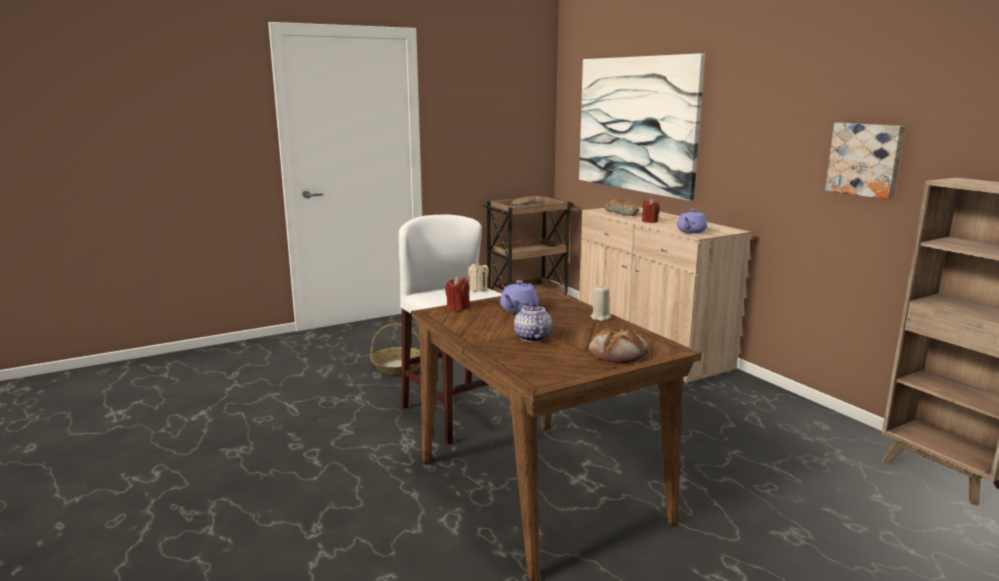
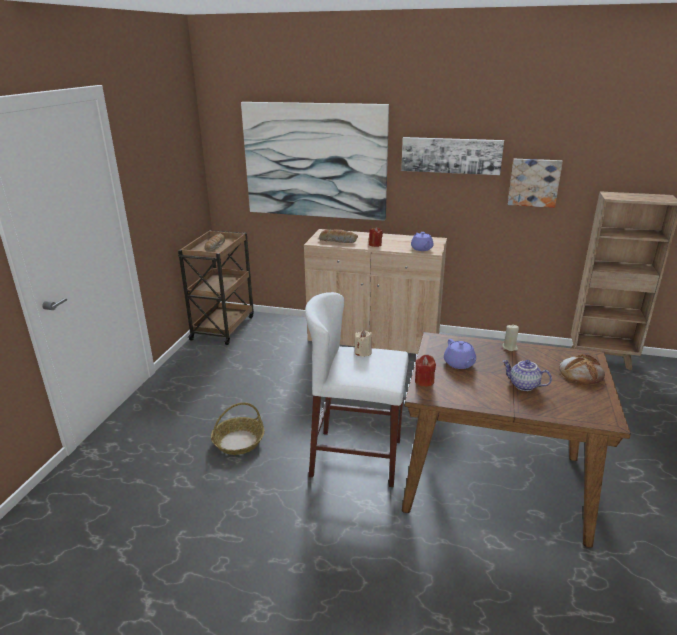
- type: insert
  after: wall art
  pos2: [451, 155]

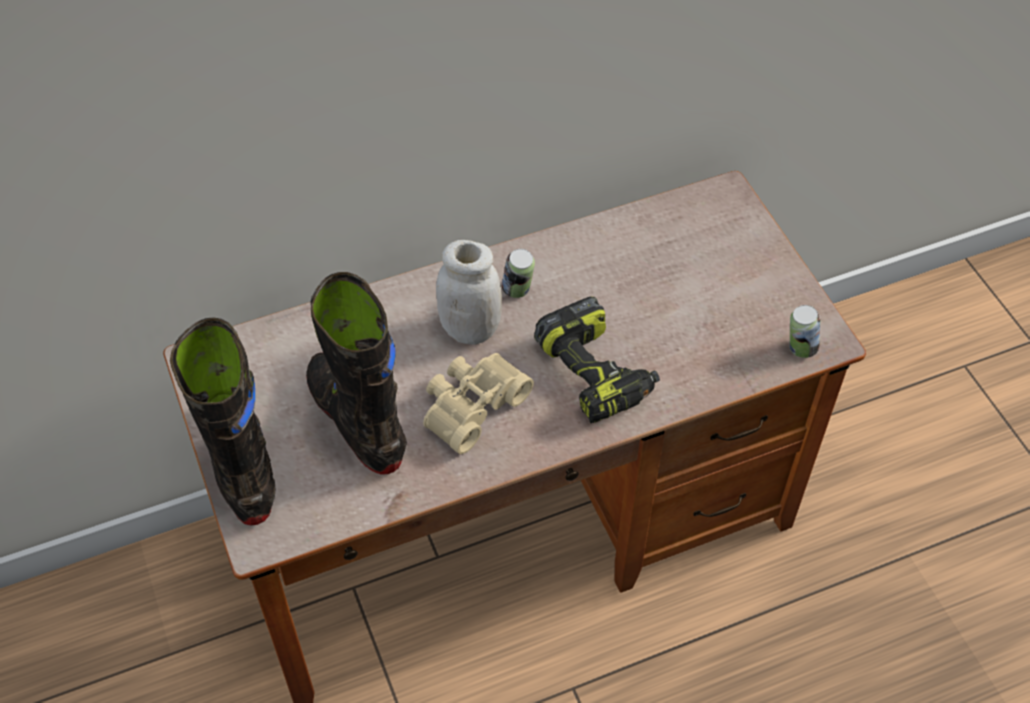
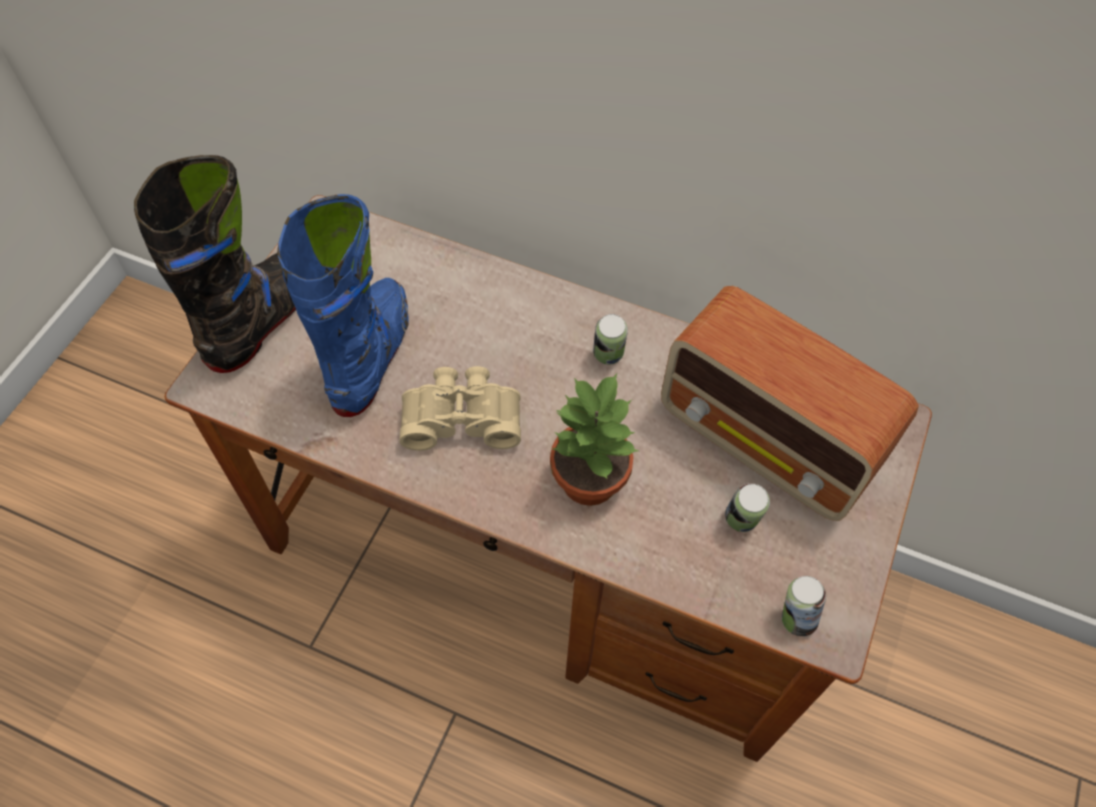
- type: recolor
  before: black-coloured tall boot
  after: blue-coloured tall boot
  pos1: [358, 421]
  pos2: [371, 356]
- type: replace
  before: electric drill
  after: plant in a pot
  pos1: [597, 373]
  pos2: [589, 478]
- type: insert
  after: radio
  pos2: [768, 441]
- type: insert
  after: metal can
  pos2: [741, 521]
- type: delete
  before: white storage jar
  pos1: [470, 329]

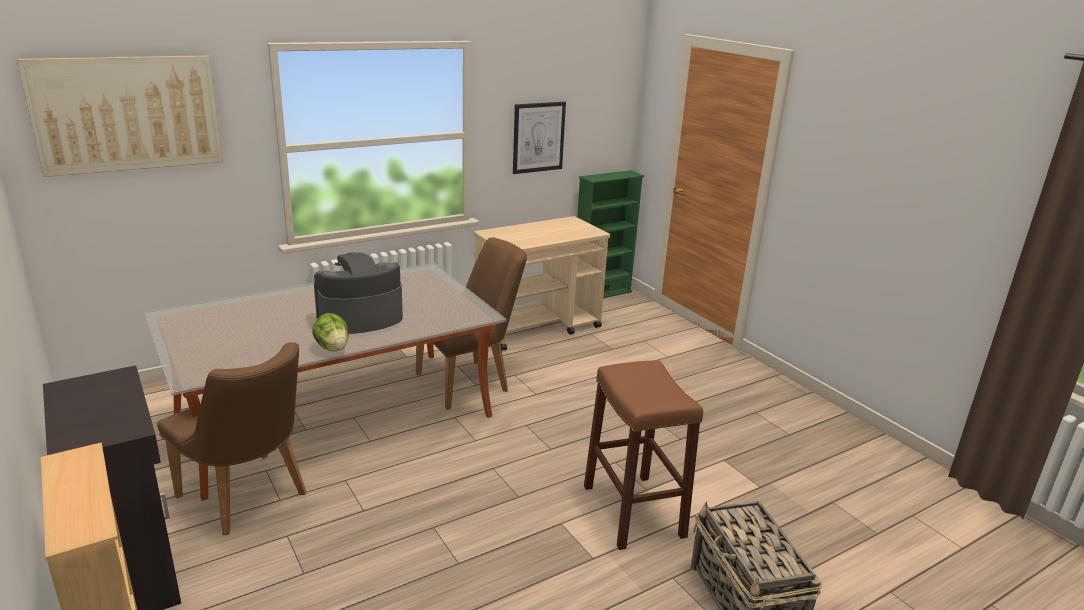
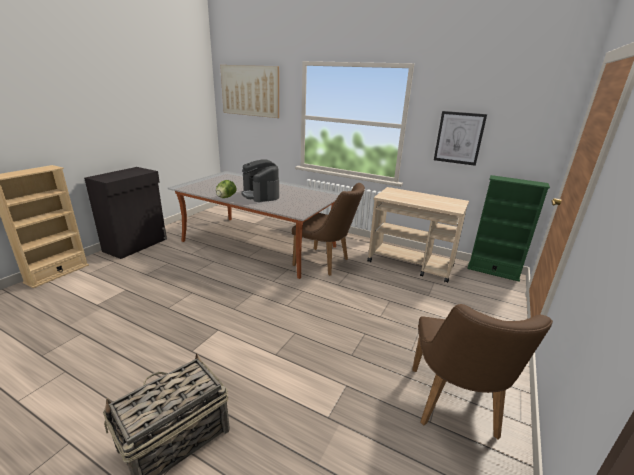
- type: rotate
  before: coffee maker
  pos1: [359, 318]
  pos2: [261, 195]
  turn: -150
- type: move
  before: brown-coloured upright chair
  pos1: [250, 499]
  pos2: [455, 408]
- type: delete
  before: brown-coloured stool seat
  pos1: [633, 511]

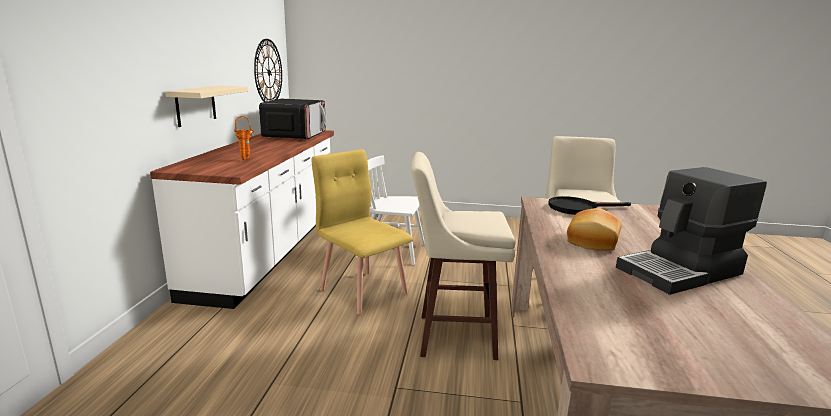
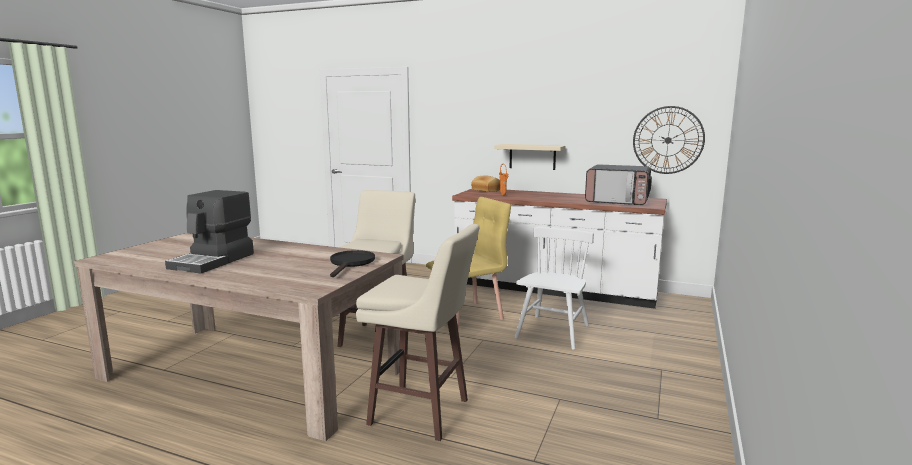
- type: rotate
  before: coffee maker
  pos1: [681, 271]
  pos2: [214, 261]
  turn: -150
- type: move
  before: bakery bread
  pos1: [594, 241]
  pos2: [485, 190]

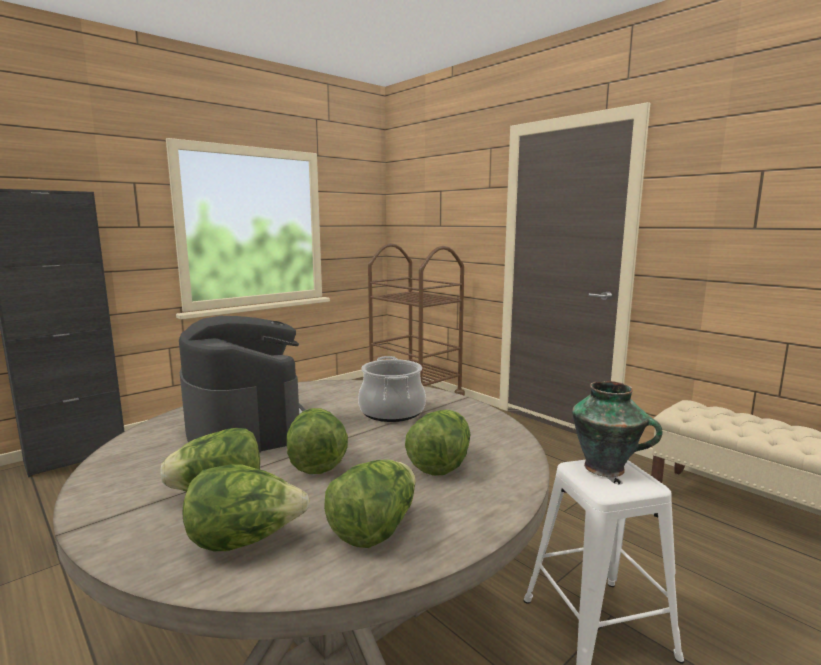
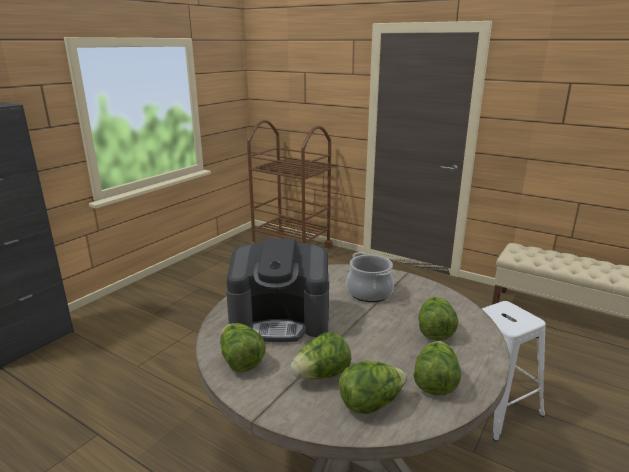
- type: move
  before: lettuce
  pos1: [316, 462]
  pos2: [240, 361]
- type: rotate
  before: coffee maker
  pos1: [245, 426]
  pos2: [281, 319]
  turn: 135
- type: delete
  before: decorative vase
  pos1: [606, 469]

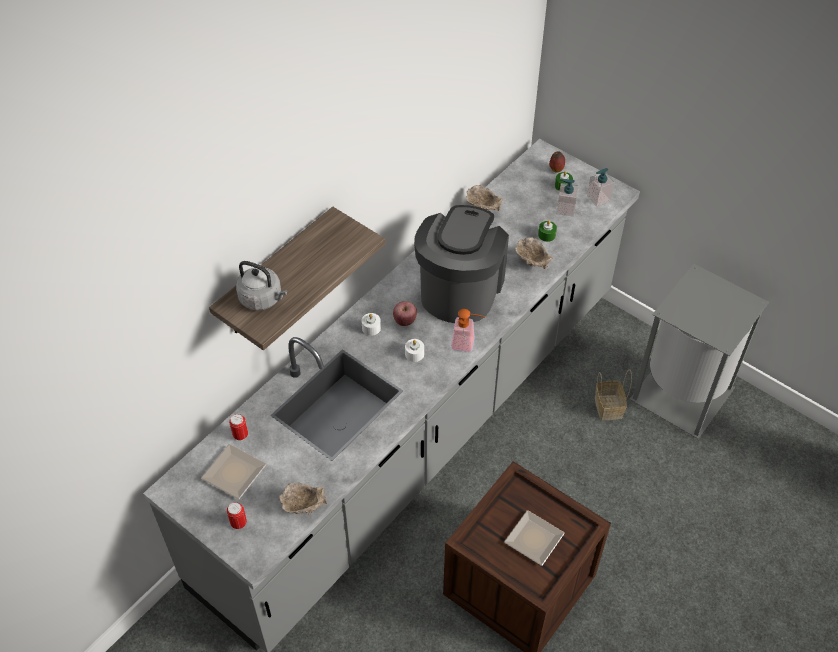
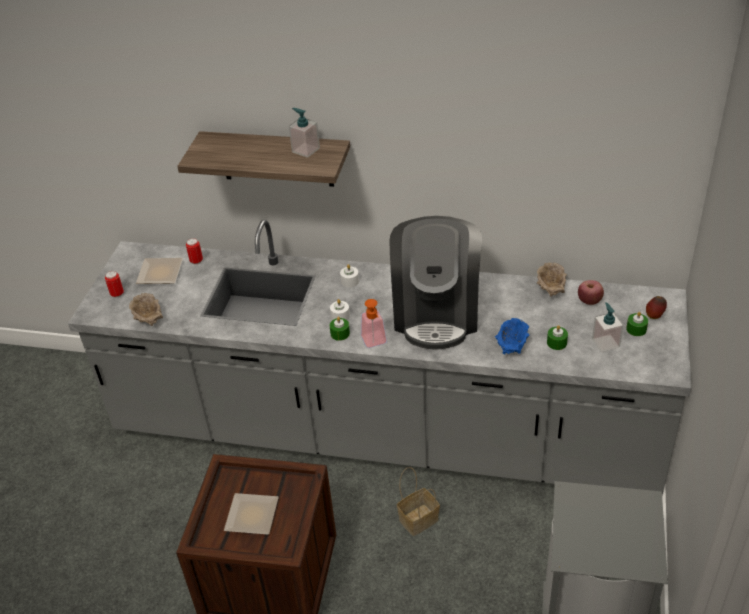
- type: move
  before: soap dispenser
  pos1: [598, 198]
  pos2: [305, 150]
- type: insert
  after: greenish candle
  pos2: [340, 333]
- type: rotate
  before: coffee maker
  pos1: [460, 289]
  pos2: [436, 313]
  turn: 105
- type: move
  before: storage basket
  pos1: [607, 406]
  pos2: [419, 519]
- type: recolor
  before: beige-coloured deep dish
  after: blue-coloured deep dish
  pos1: [532, 262]
  pos2: [511, 346]
- type: move
  before: apple
  pos1: [405, 321]
  pos2: [589, 301]
- type: delete
  before: greyish water kettle
  pos1: [263, 299]

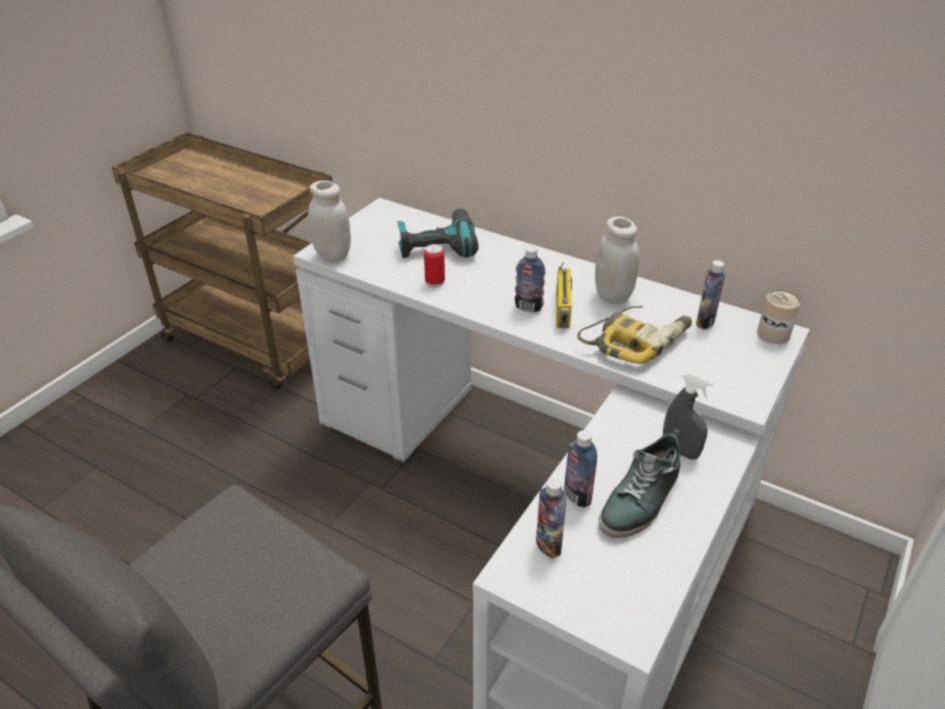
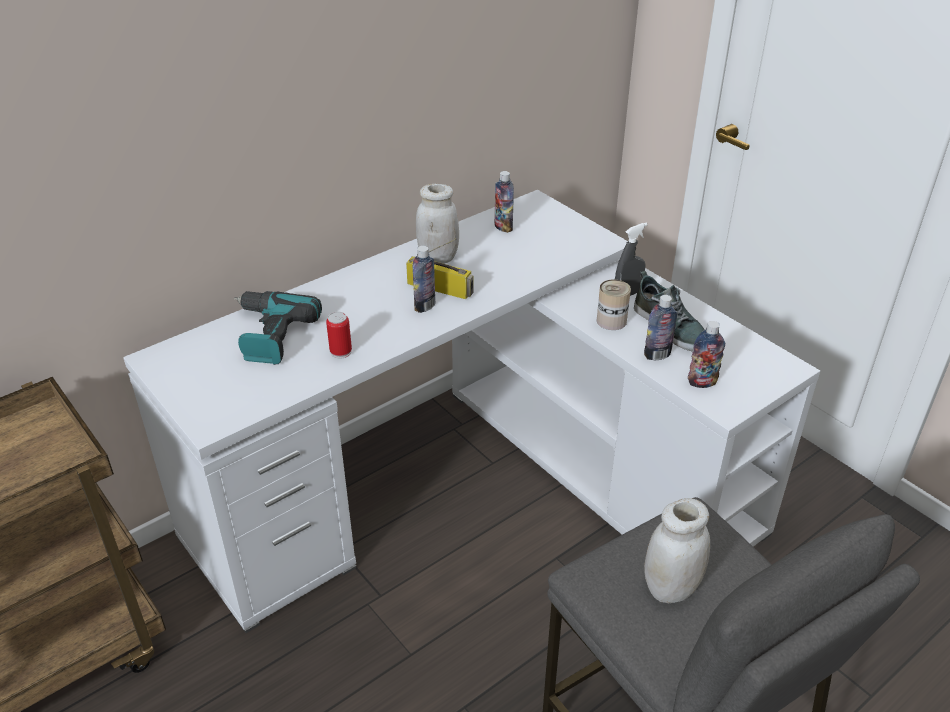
- type: move
  before: metal can
  pos1: [773, 334]
  pos2: [611, 321]
- type: move
  before: white storage jar
  pos1: [332, 255]
  pos2: [671, 588]
- type: delete
  before: electric drill
  pos1: [636, 340]

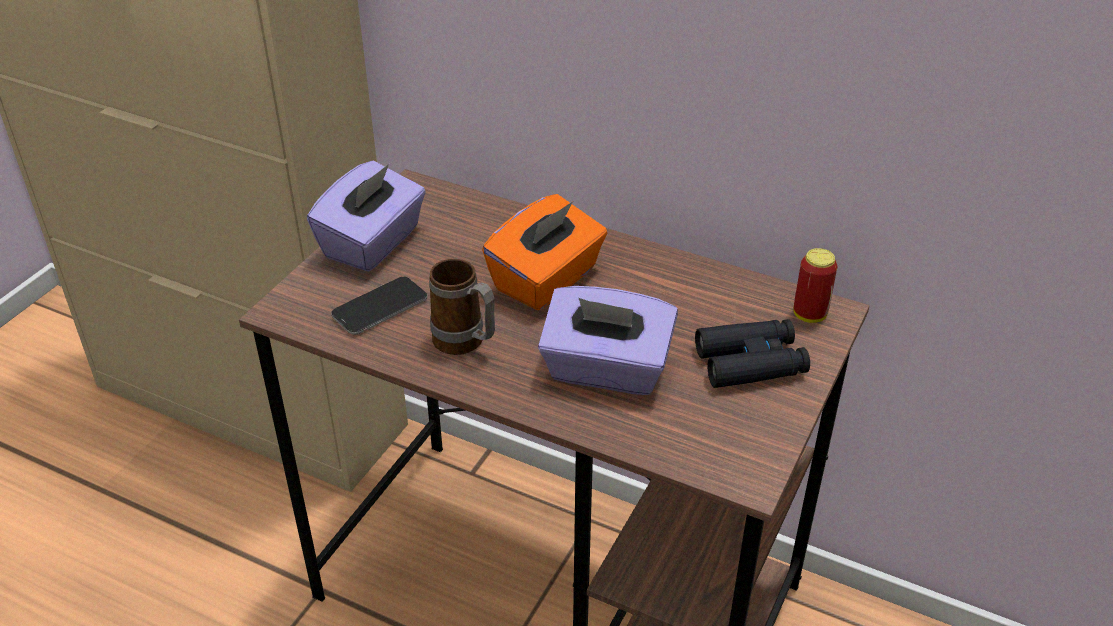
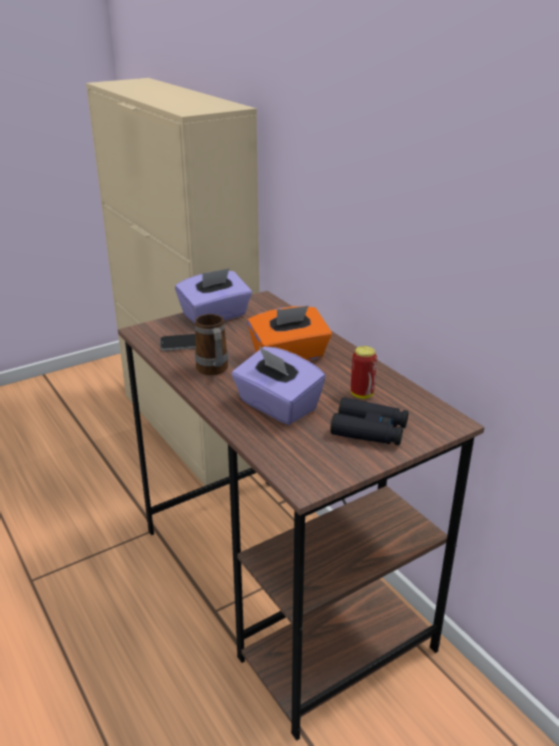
- type: move
  before: metal can
  pos1: [809, 315]
  pos2: [362, 394]

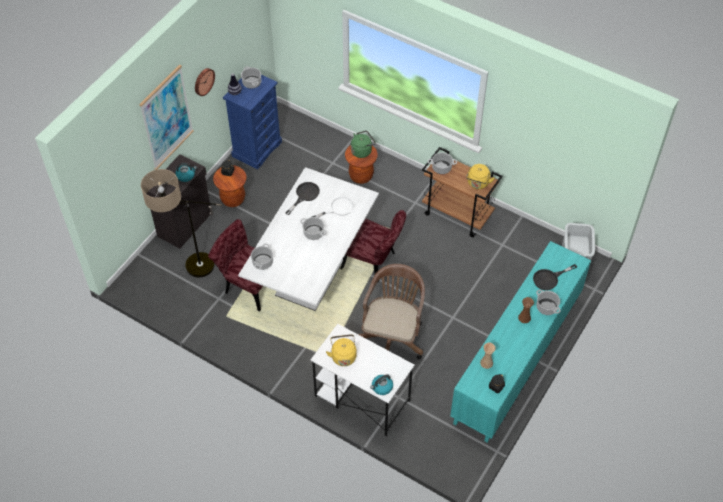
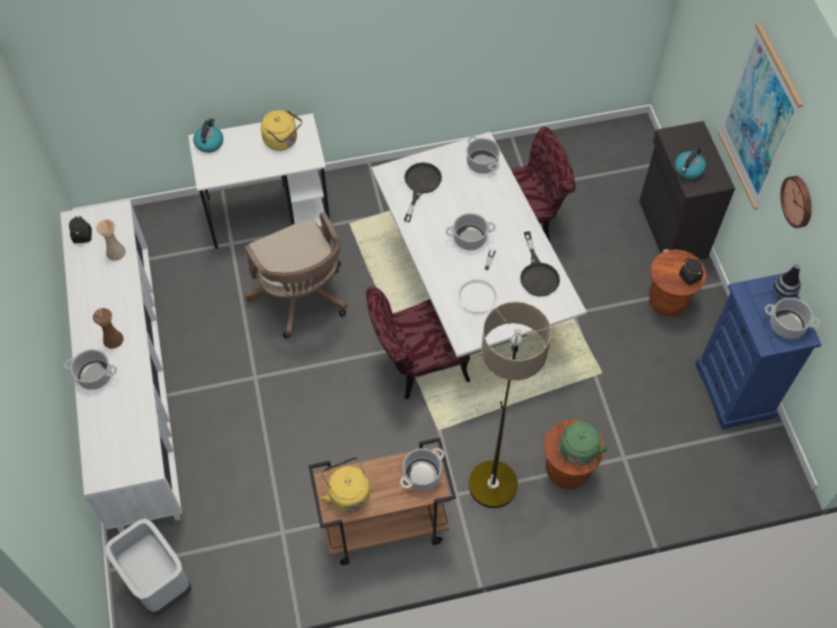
- type: recolor
  before: turquoise-coloured cabinet
  after: white cabinet
  pos1: [517, 359]
  pos2: [133, 389]
- type: move
  before: black-coloured skillet
  pos1: [549, 279]
  pos2: [420, 185]
- type: move
  before: standard lamp
  pos1: [189, 270]
  pos2: [496, 466]

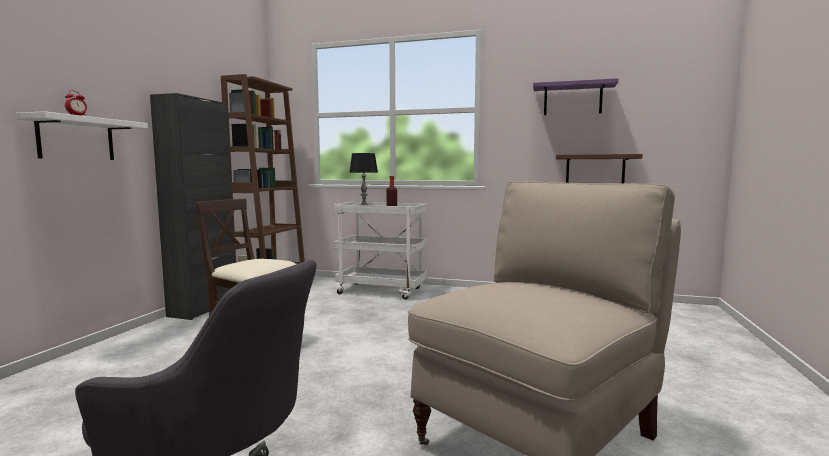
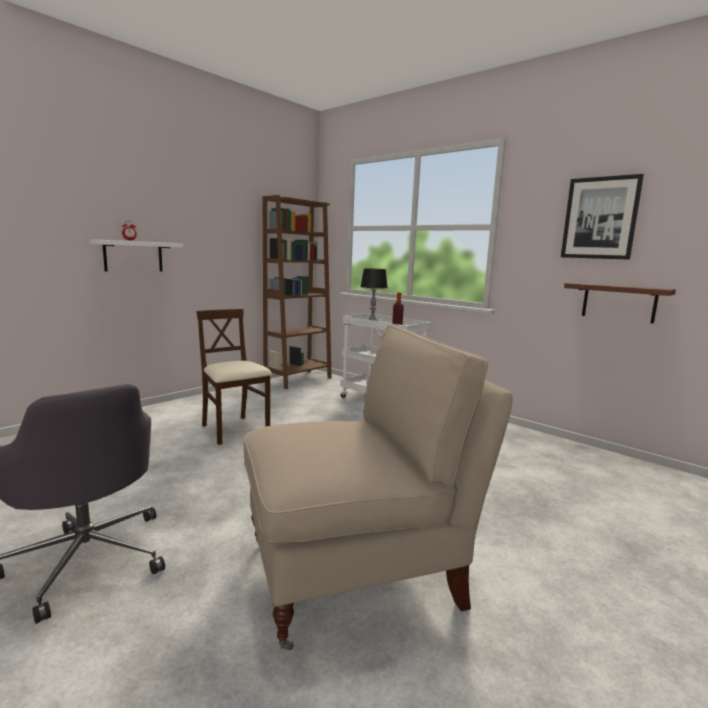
- type: replace
  before: purple wall shelf
  after: wall art
  pos1: [572, 99]
  pos2: [600, 218]
- type: delete
  before: black-coloured cabinet
  pos1: [203, 308]

